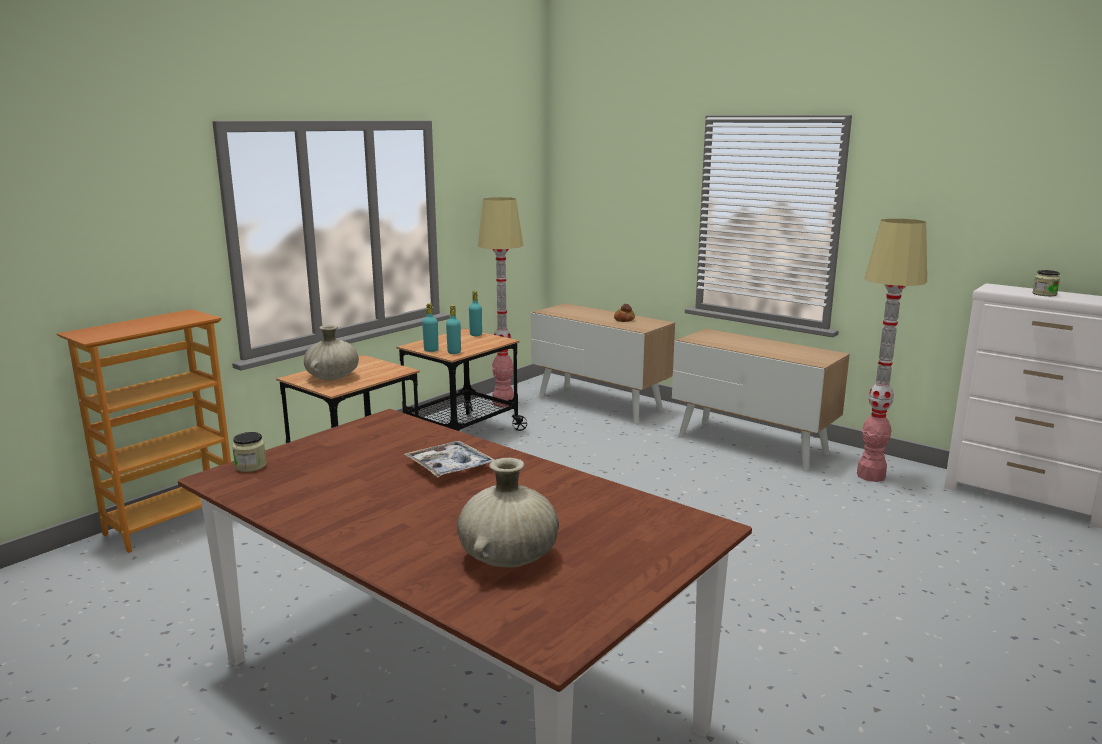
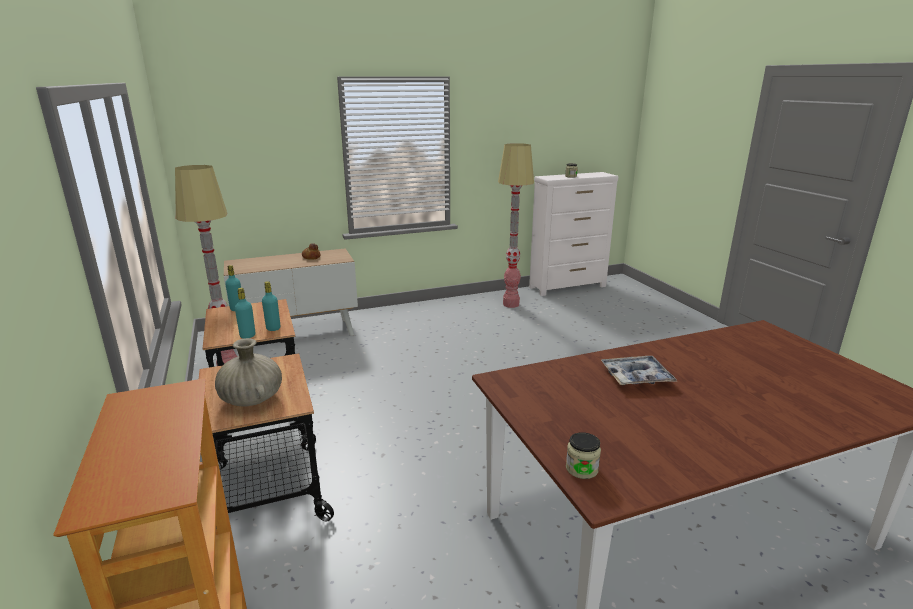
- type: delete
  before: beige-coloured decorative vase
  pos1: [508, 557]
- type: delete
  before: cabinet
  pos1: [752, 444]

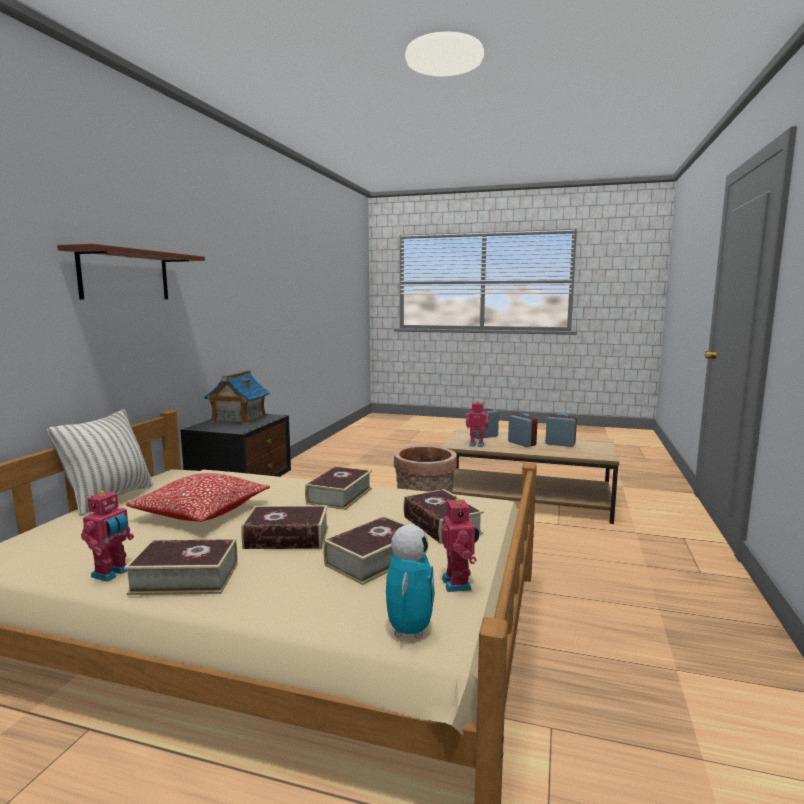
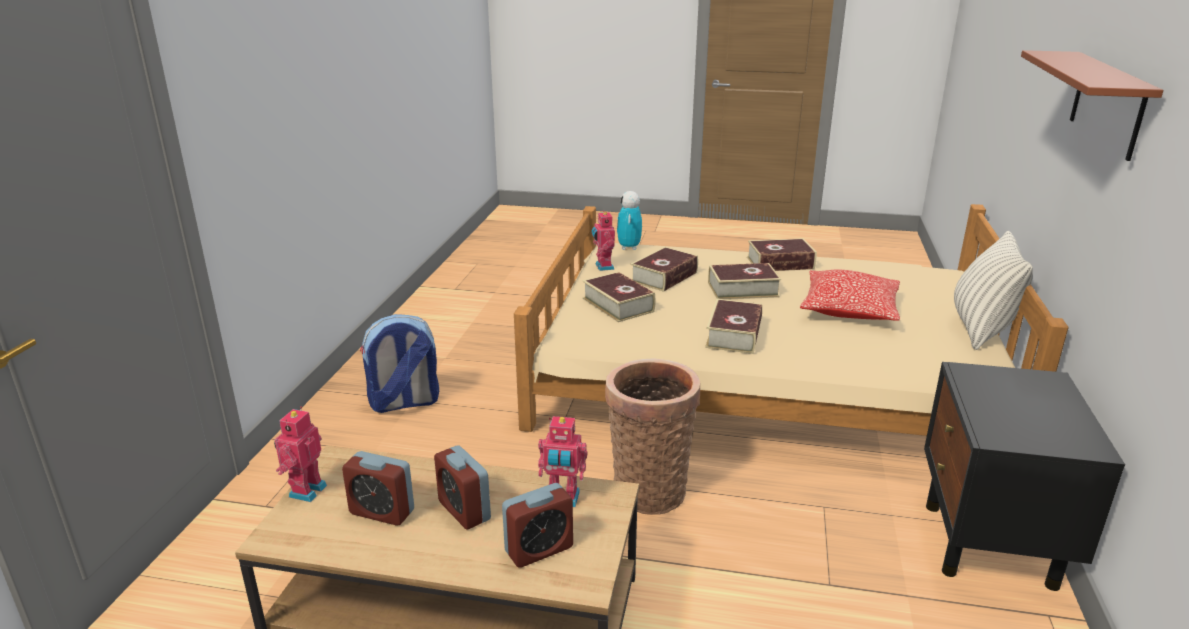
- type: move
  before: model robot
  pos1: [112, 573]
  pos2: [305, 490]
- type: insert
  after: backpack
  pos2: [404, 403]
- type: delete
  before: miniature house
  pos1: [238, 418]

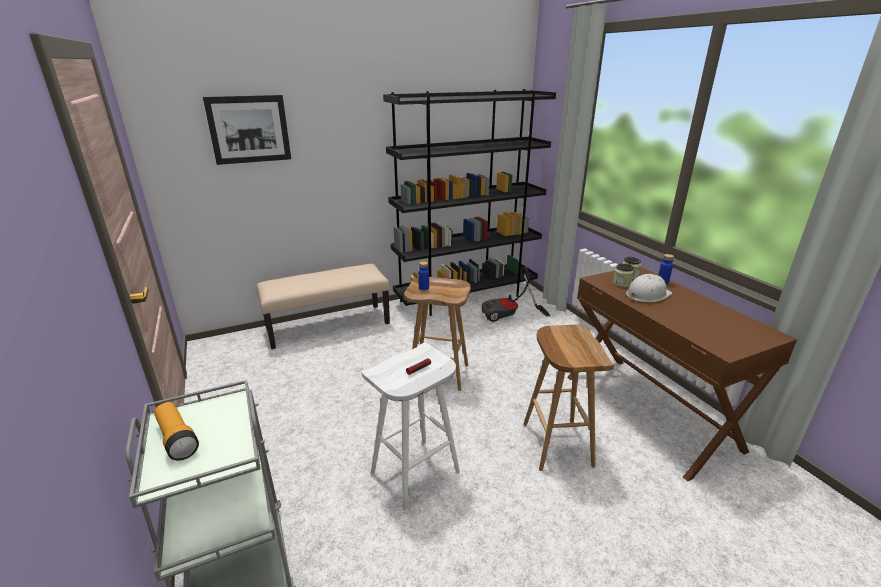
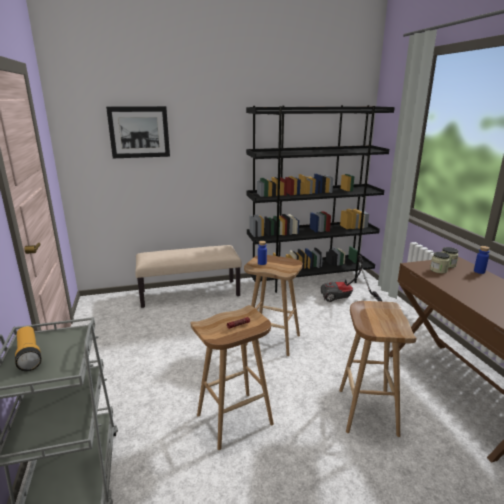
- type: recolor
  before: white stool seat
  after: brown-coloured stool seat
  pos1: [415, 473]
  pos2: [234, 420]
- type: delete
  before: white work helmet
  pos1: [647, 294]

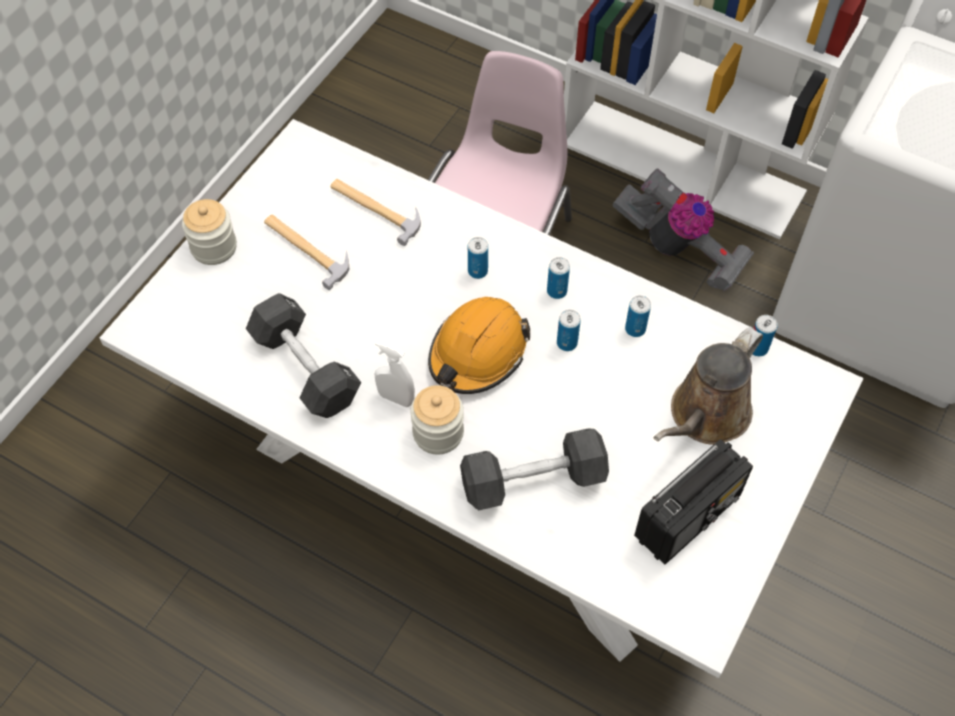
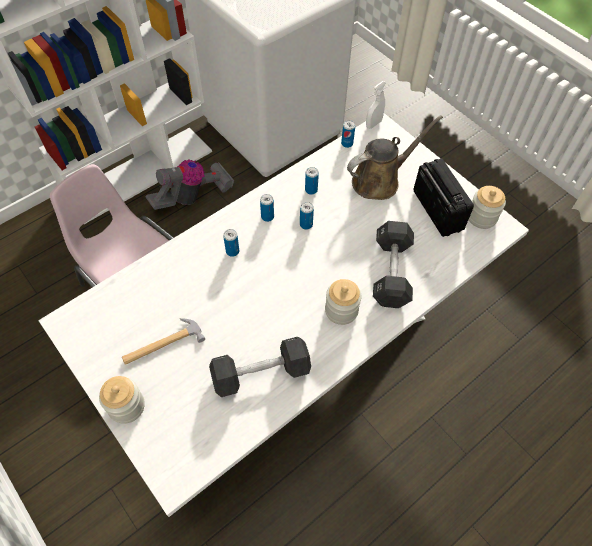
- type: rotate
  before: brown-coloured watering can
  pos1: [705, 416]
  pos2: [380, 180]
  turn: -90
- type: move
  before: white hand sprayer
  pos1: [396, 398]
  pos2: [373, 124]
- type: insert
  after: storage jar
  pos2: [481, 217]
- type: delete
  before: hammer
  pos1: [375, 209]
- type: delete
  before: orange-coloured work helmet
  pos1: [477, 353]

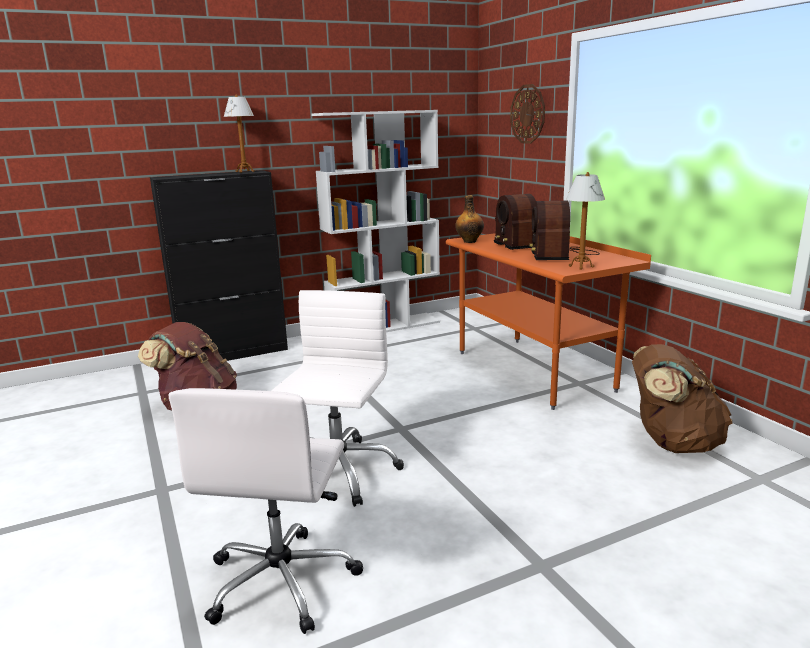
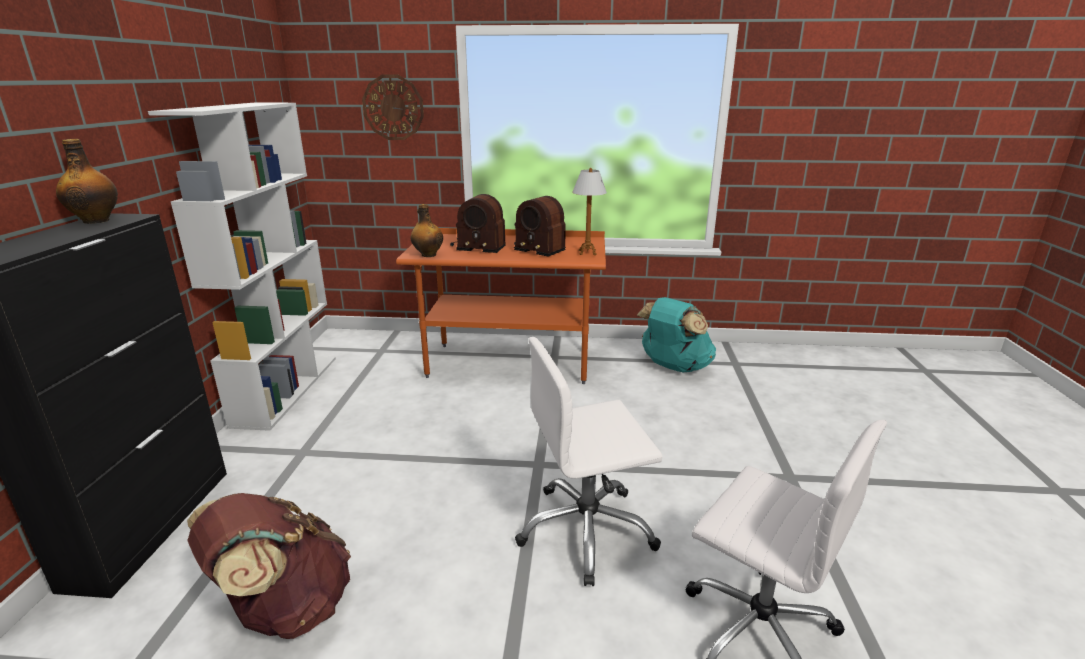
- type: replace
  before: lamp for a table
  after: bottle
  pos1: [245, 171]
  pos2: [96, 220]
- type: rotate
  before: white desk chair
  pos1: [338, 471]
  pos2: [586, 531]
  turn: -60
- type: recolor
  before: brown-coloured backpack
  after: turquoise-coloured backpack
  pos1: [672, 443]
  pos2: [674, 367]

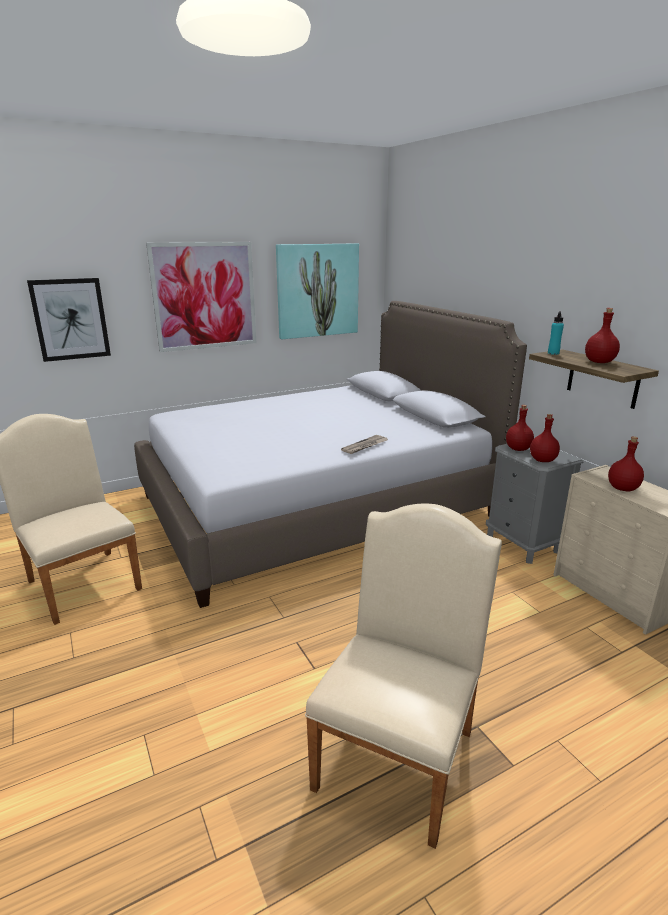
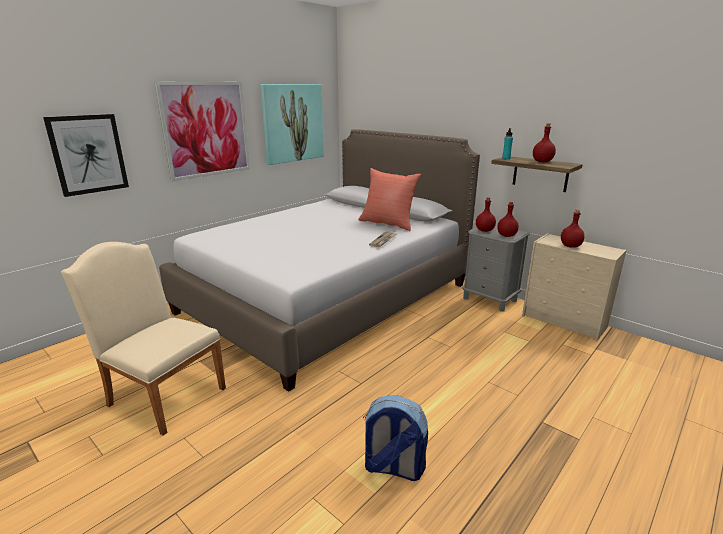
- type: insert
  after: reddish throw pillow
  pos2: [388, 223]
- type: insert
  after: backpack
  pos2: [393, 468]
- type: delete
  before: beige-coloured upright chair
  pos1: [399, 750]

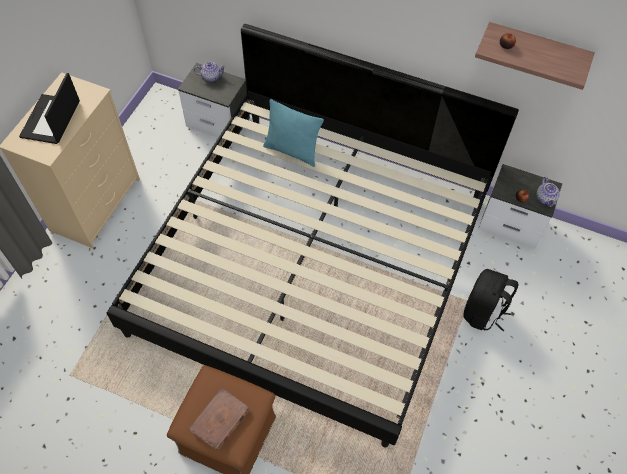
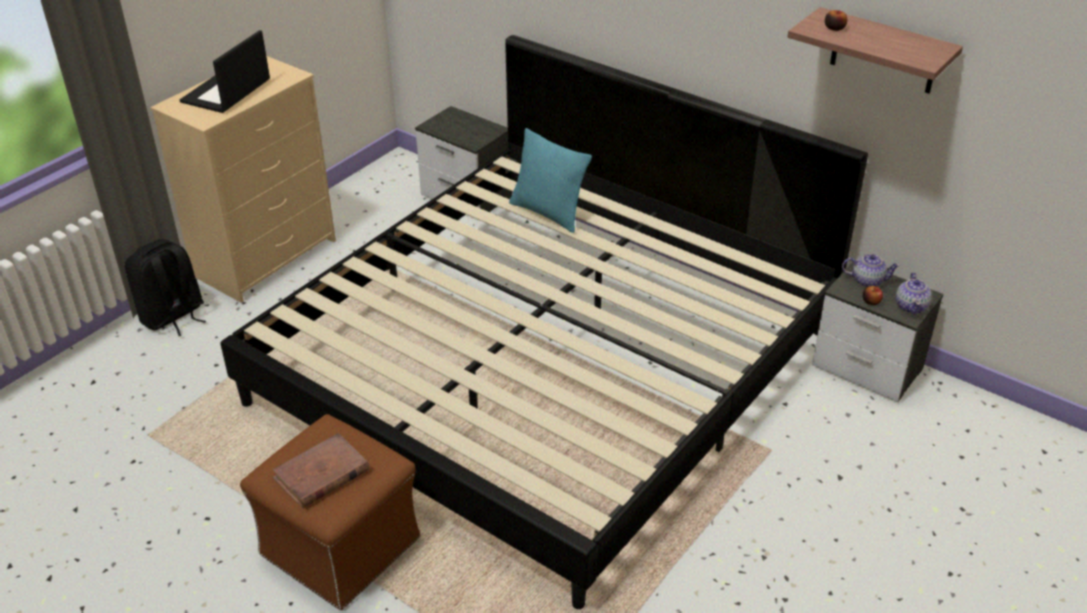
- type: move
  before: black-coloured backpack
  pos1: [483, 312]
  pos2: [172, 316]
- type: move
  before: pot for tea
  pos1: [211, 77]
  pos2: [867, 280]

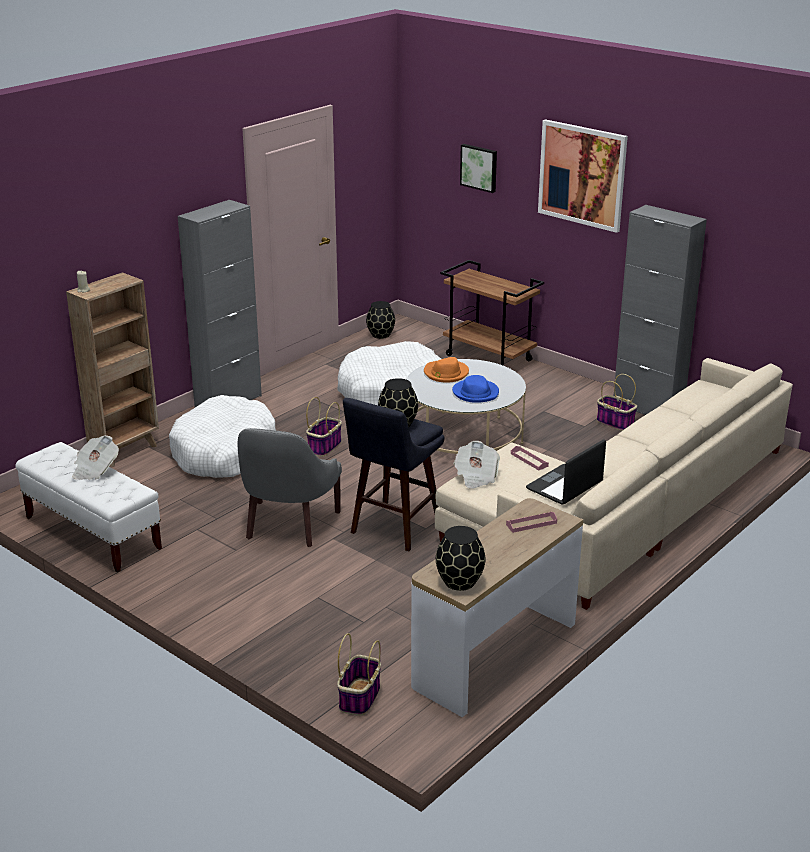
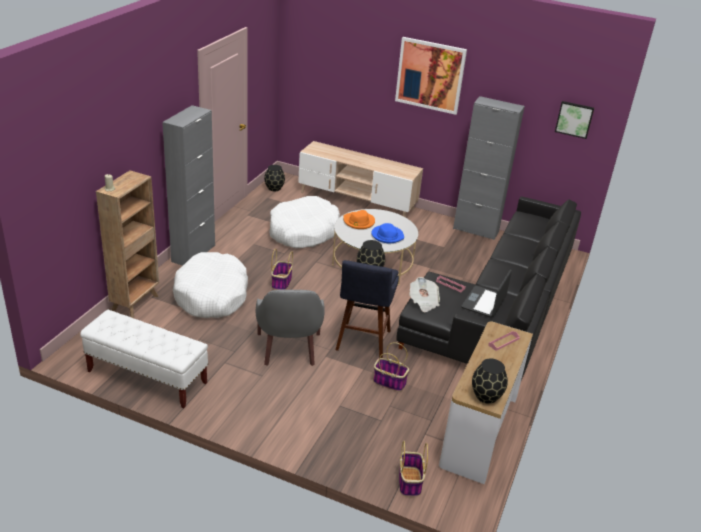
- type: replace
  before: brown-coloured cart
  after: beige-coloured media console
  pos1: [489, 358]
  pos2: [357, 200]
- type: move
  before: storage basket
  pos1: [614, 423]
  pos2: [388, 382]
- type: recolor
  before: beige-coloured sofa
  after: black-coloured sofa
  pos1: [624, 510]
  pos2: [501, 308]
- type: move
  before: wall art
  pos1: [479, 167]
  pos2: [574, 119]
- type: delete
  before: daily paper
  pos1: [95, 470]

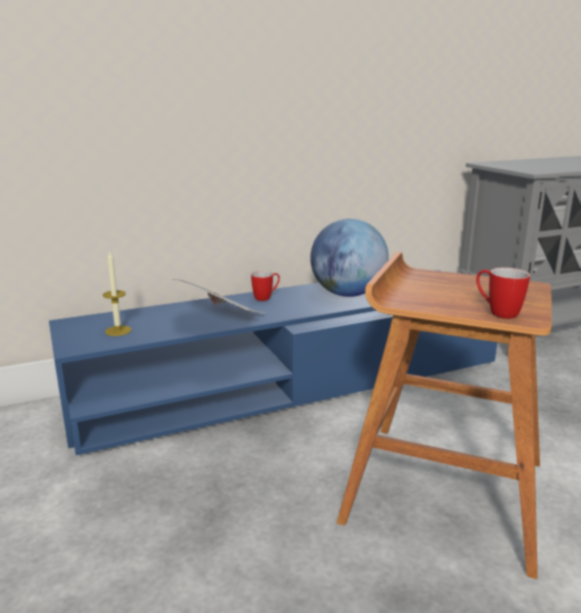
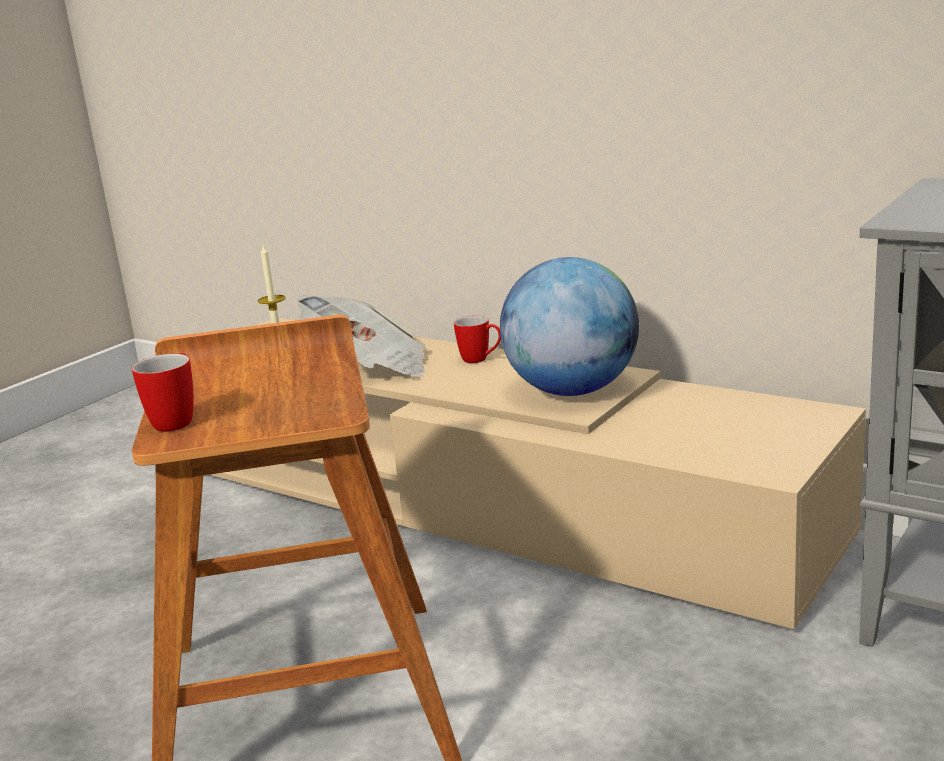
- type: recolor
  before: blue-coloured media console
  after: beige-coloured media console
  pos1: [290, 381]
  pos2: [483, 502]

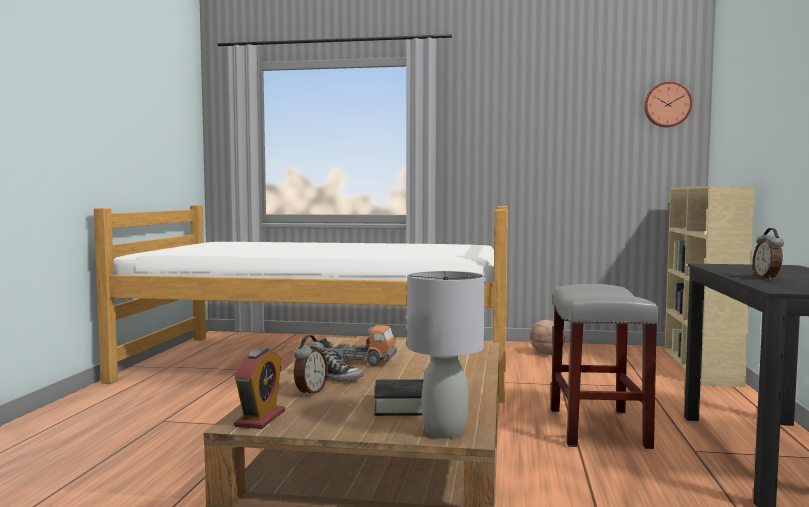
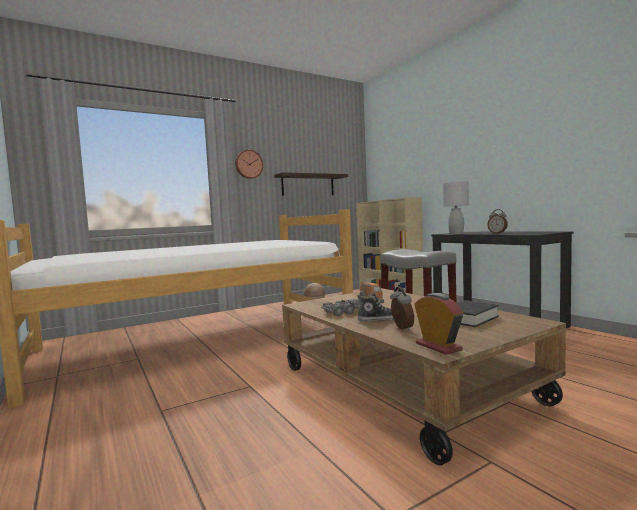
- type: move
  before: hanging clock
  pos1: [667, 105]
  pos2: [248, 164]
- type: insert
  after: wall shelf
  pos2: [308, 185]
- type: move
  before: greyish lamp for a table
  pos1: [445, 431]
  pos2: [456, 233]

